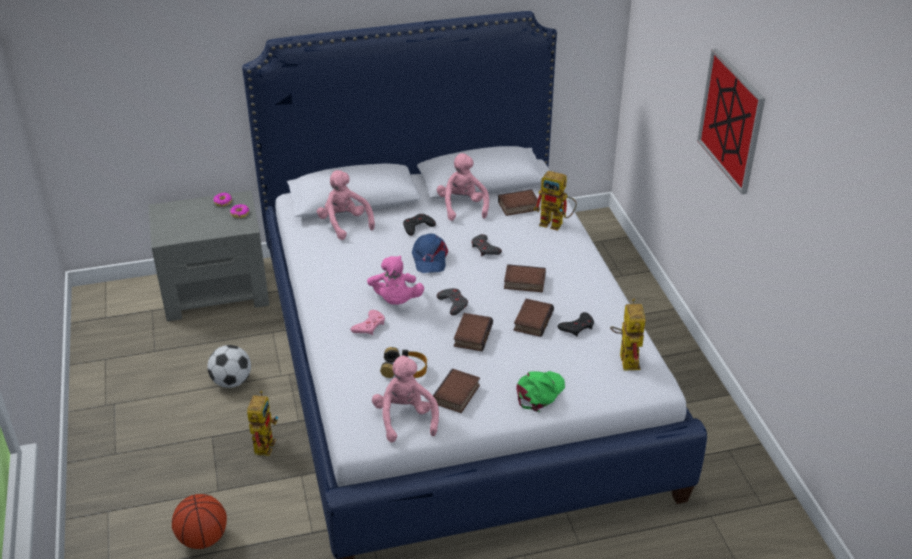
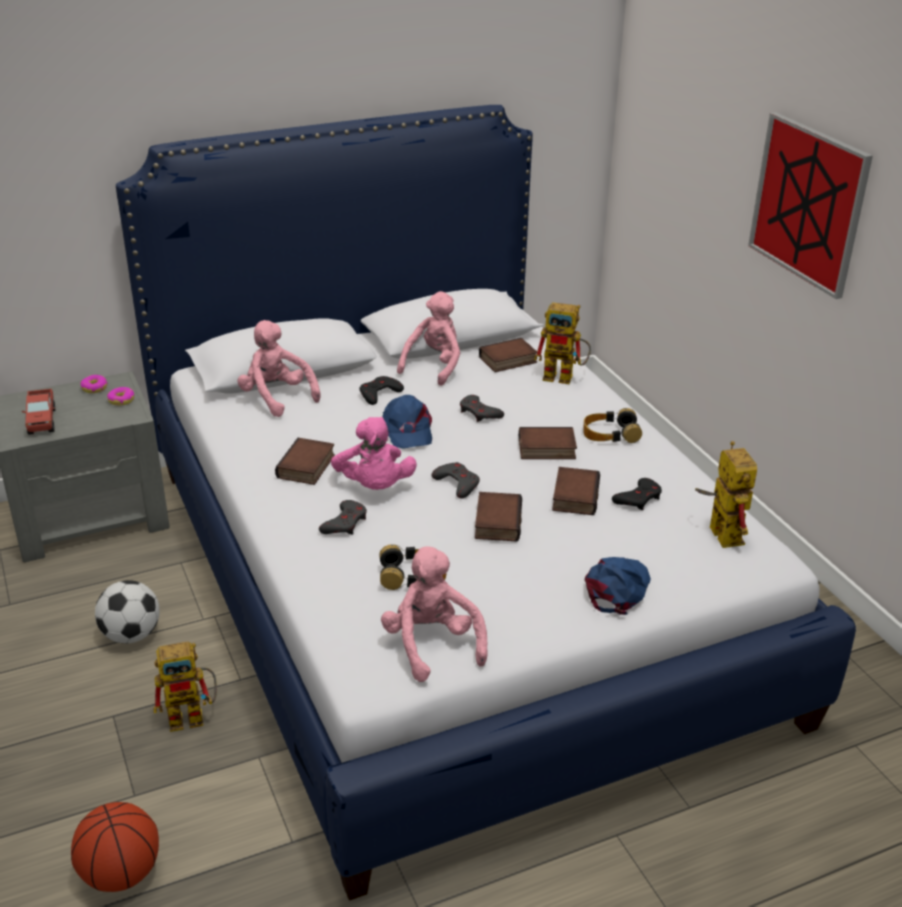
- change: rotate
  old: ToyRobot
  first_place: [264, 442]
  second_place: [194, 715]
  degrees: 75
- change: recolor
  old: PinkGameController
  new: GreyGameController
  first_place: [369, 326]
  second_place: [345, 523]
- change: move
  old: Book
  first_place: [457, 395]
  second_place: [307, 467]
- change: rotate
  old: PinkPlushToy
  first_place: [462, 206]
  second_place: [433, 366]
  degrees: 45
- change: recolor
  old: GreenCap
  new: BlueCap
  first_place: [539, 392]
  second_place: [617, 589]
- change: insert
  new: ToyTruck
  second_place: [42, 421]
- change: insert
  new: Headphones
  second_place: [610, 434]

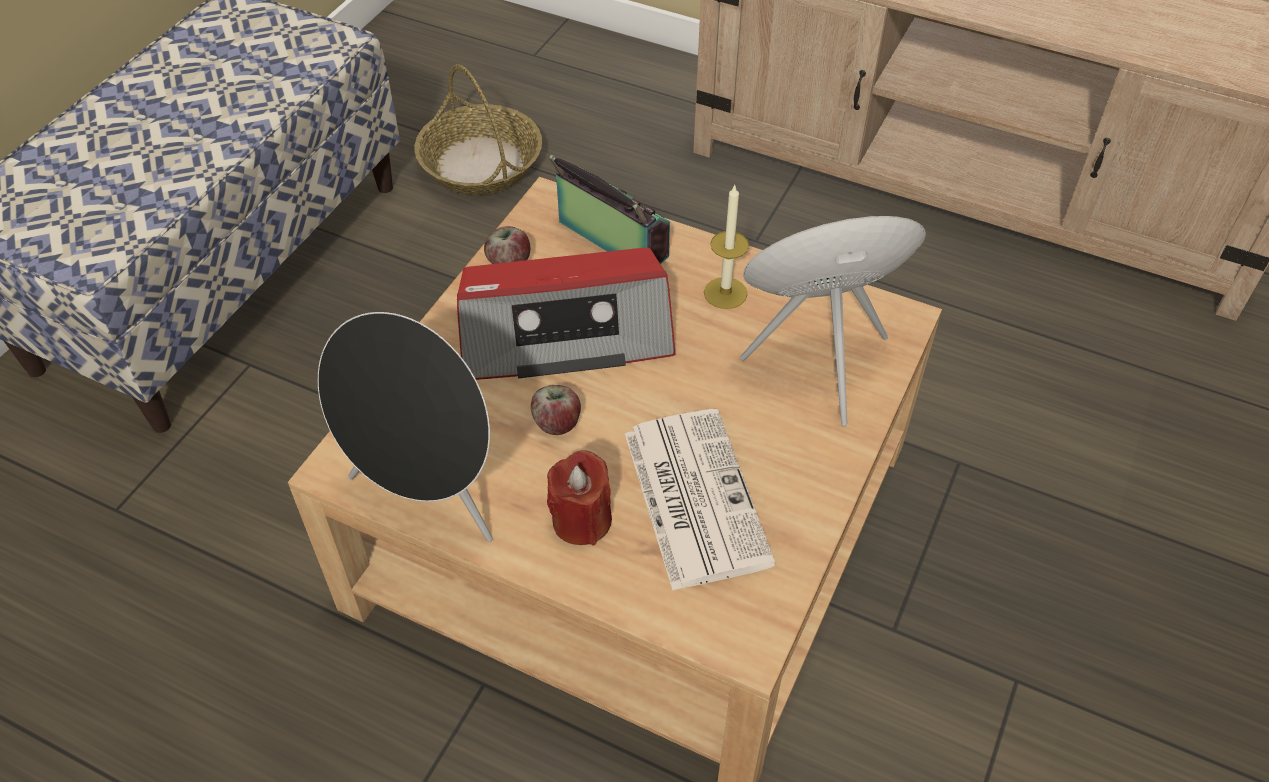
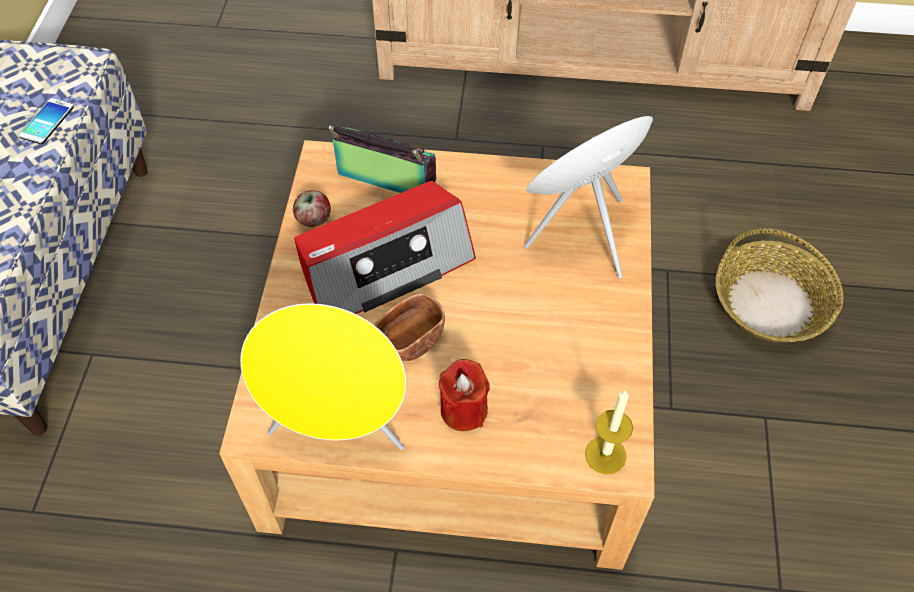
- change: recolor
  old: BlackSpeaker
  new: YellowSpeaker
  first_place: [430, 495]
  second_place: [339, 427]
- change: move
  old: Basket
  first_place: [481, 164]
  second_place: [771, 303]
- change: replace
  old: Apple
  new: BrownBowl
  first_place: [557, 423]
  second_place: [410, 339]
- change: delete
  old: Newspaper
  first_place: [693, 496]
- change: move
  old: Candle
  first_place: [725, 293]
  second_place: [605, 455]
- change: insert
  new: Phone
  second_place: [47, 122]

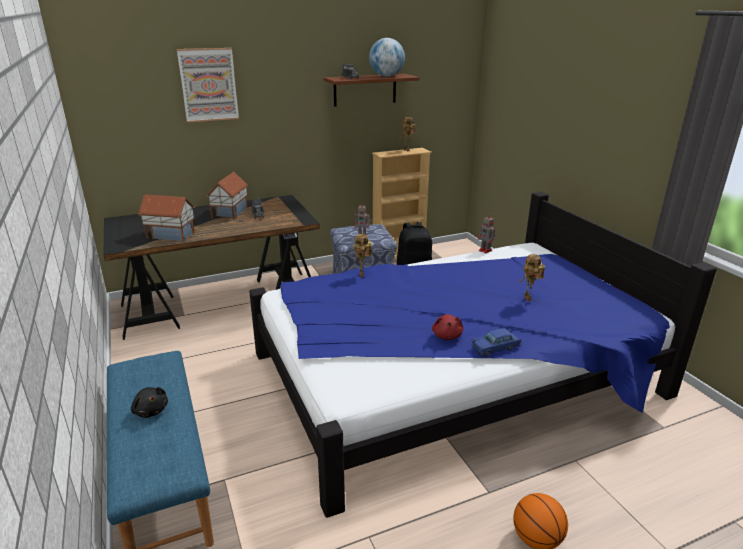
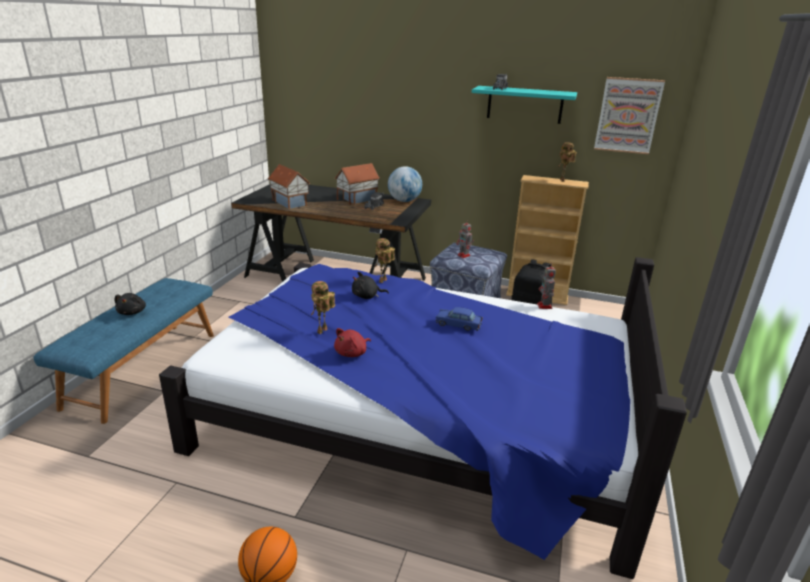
- change: move
  old: Picture
  first_place: [208, 85]
  second_place: [628, 115]
- change: recolor
  old: BrownShelf
  new: TurquoiseShelf
  first_place: [365, 90]
  second_place: [524, 104]
- change: move
  old: Globe
  first_place: [386, 76]
  second_place: [404, 201]
- change: move
  old: BlueToyCar
  first_place: [495, 348]
  second_place: [458, 324]
- change: move
  old: ToyRobot
  first_place: [528, 299]
  second_place: [323, 332]
- change: insert
  new: BlackPlushToy
  second_place: [367, 296]

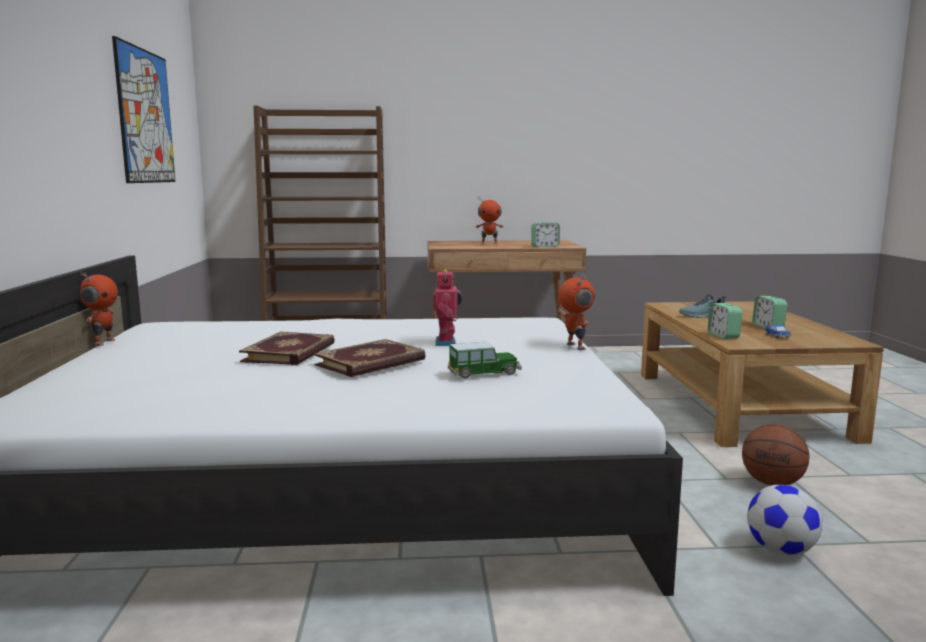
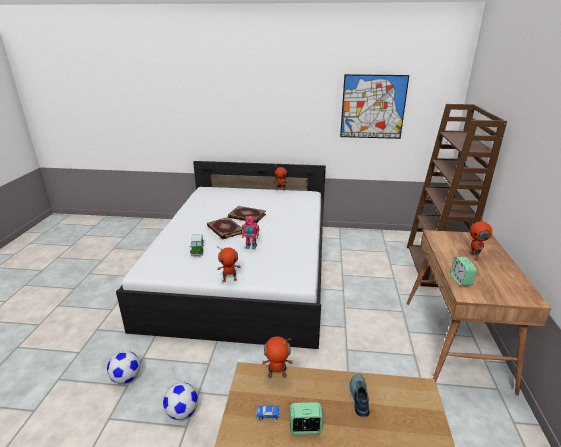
- change: replace
  old: AlarmClock
  new: ToyRobot
  first_place: [723, 335]
  second_place: [277, 376]
- change: replace
  old: Basketball
  new: Football
  first_place: [773, 483]
  second_place: [182, 412]

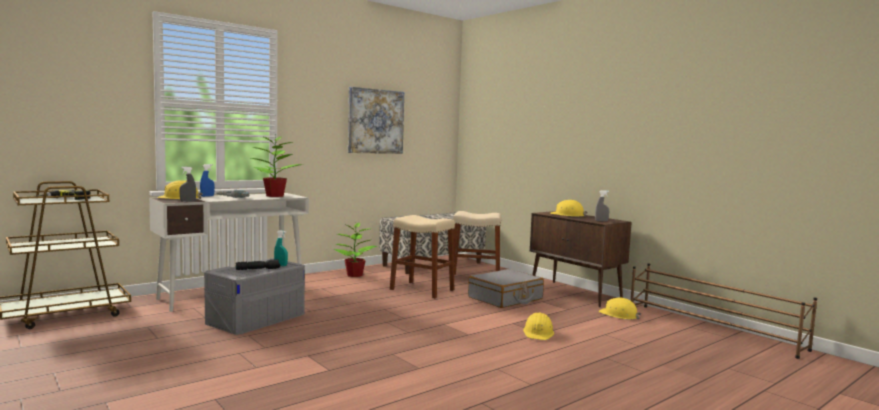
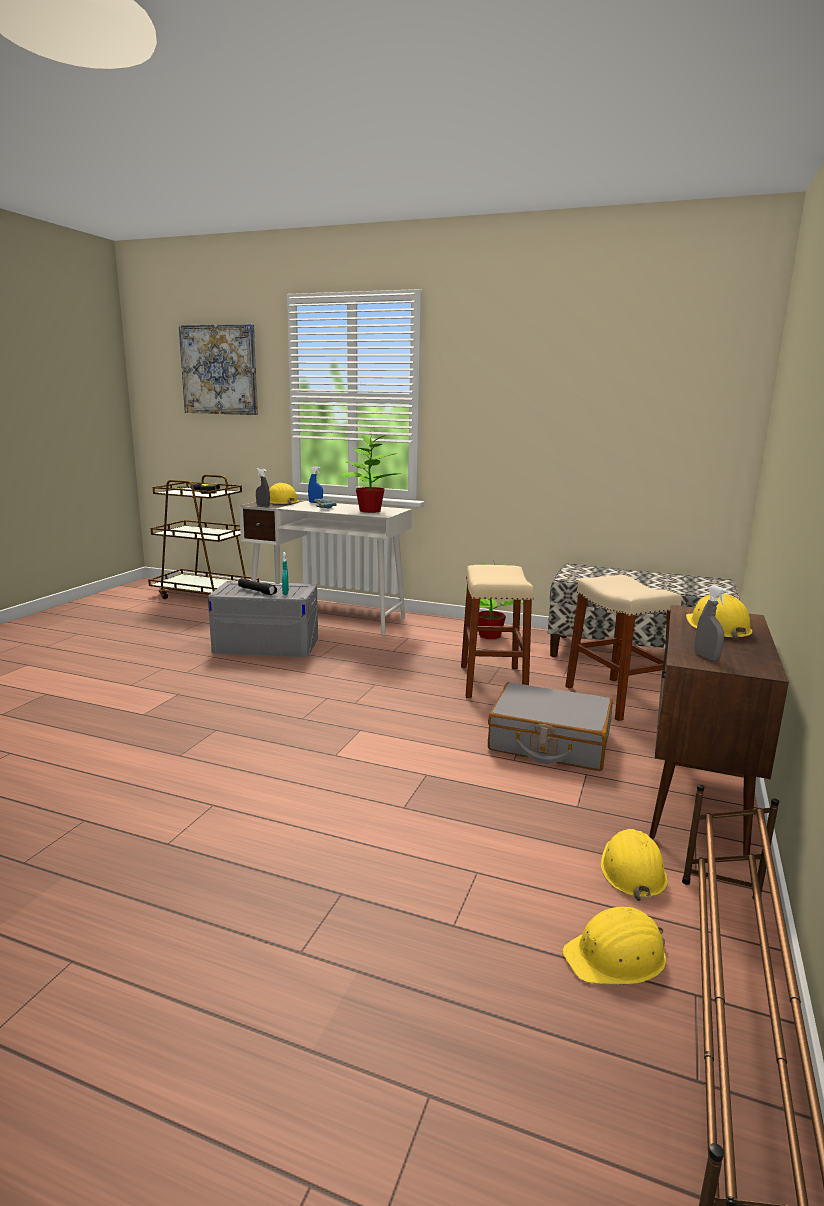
- change: move
  old: Picture
  first_place: [375, 121]
  second_place: [219, 370]
- change: move
  old: YellowHardHat
  first_place: [538, 333]
  second_place: [616, 957]

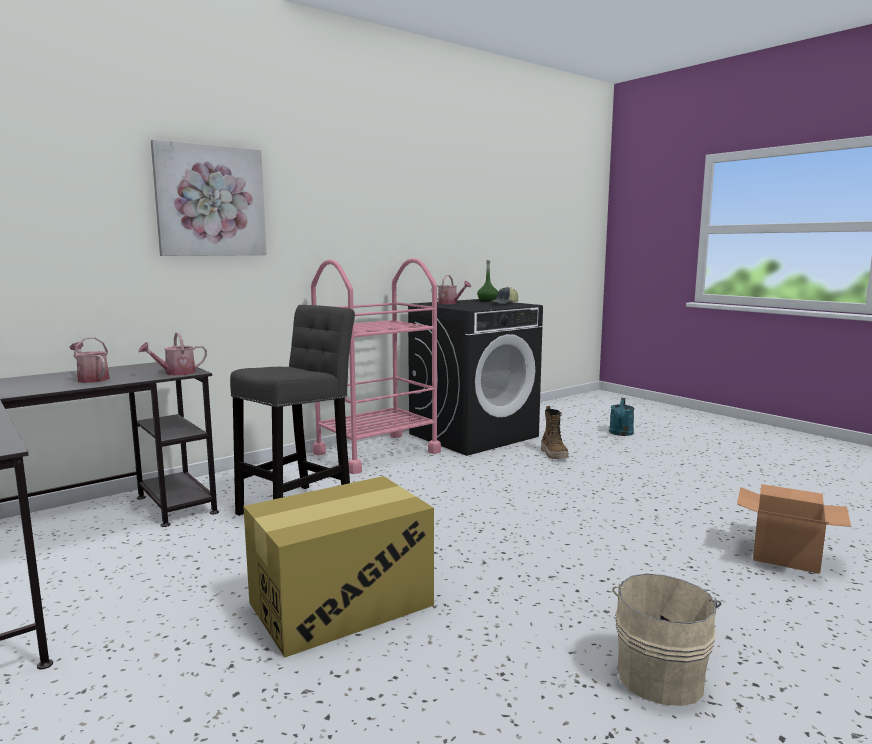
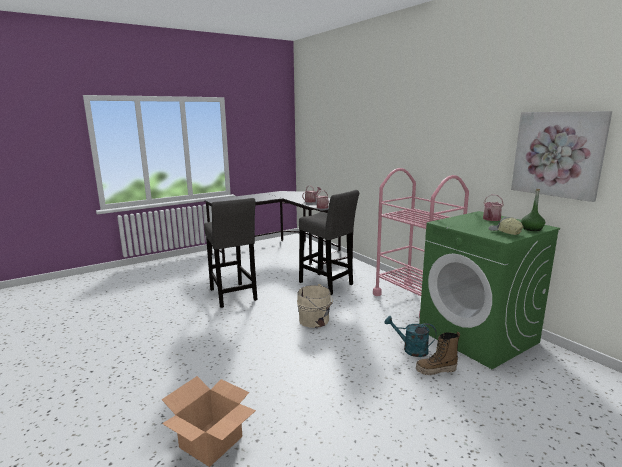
- change: move
  old: Picture
  first_place: [210, 201]
  second_place: [558, 154]
- change: replace
  old: CardboardBox
  new: GreyStool
  first_place: [341, 604]
  second_place: [233, 296]
- change: recolor
  old: BlackWashingMachine
  new: GreenWashingMachine
  first_place: [473, 435]
  second_place: [478, 336]
- change: move
  old: TurquoiseWateringCan
  first_place: [621, 433]
  second_place: [411, 349]
- change: move
  old: BeigeBucket
  first_place: [660, 674]
  second_place: [315, 320]

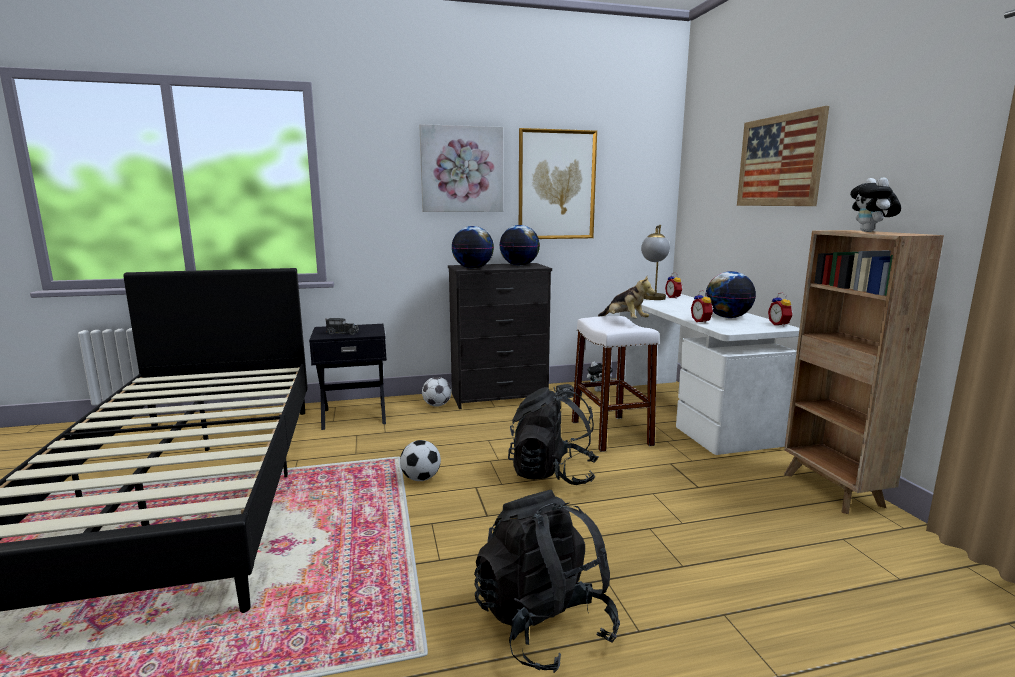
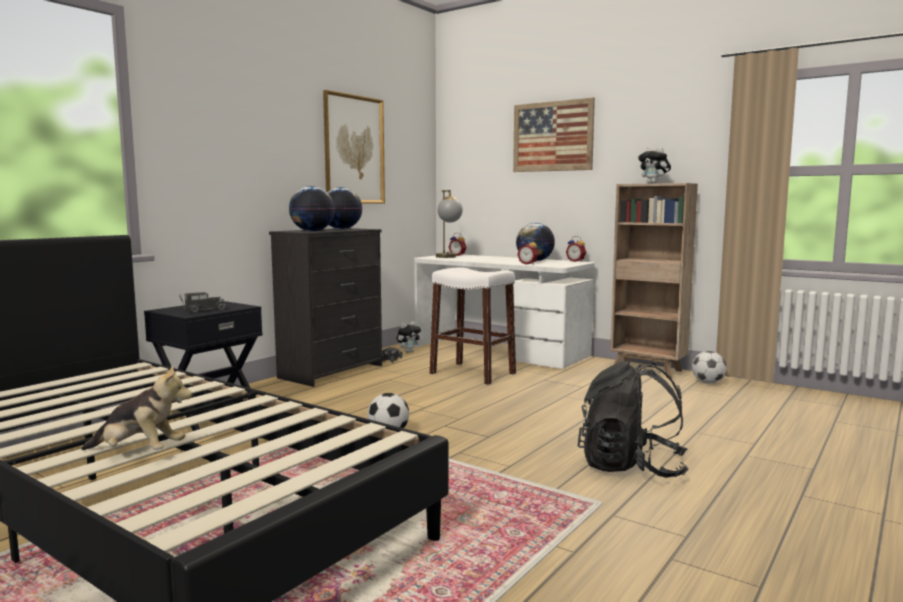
- change: delete
  old: Picture
  first_place: [462, 169]
- change: move
  old: Football
  first_place: [437, 405]
  second_place: [708, 382]
- change: delete
  old: BlackBackpack
  first_place: [552, 474]
- change: move
  old: PlushToy
  first_place: [625, 321]
  second_place: [139, 452]

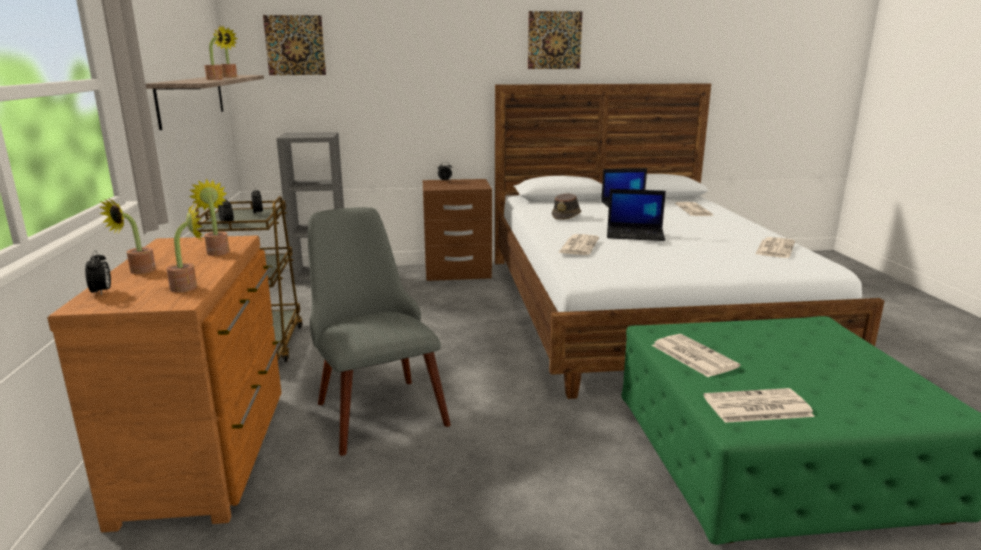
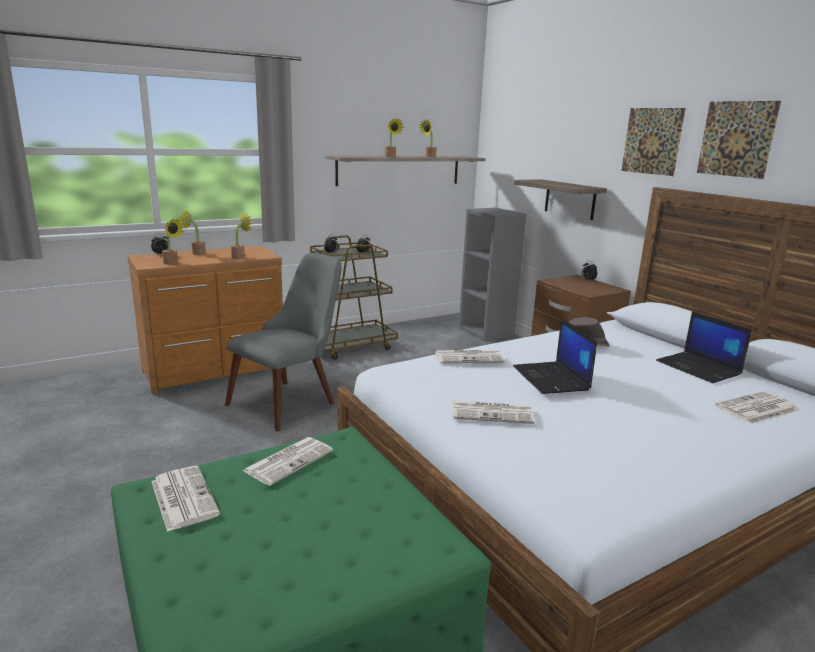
- change: move
  old: Picture
  first_place: [295, 45]
  second_place: [652, 141]
- change: move
  old: Newspaper
  first_place: [774, 248]
  second_place: [493, 413]
- change: insert
  new: Shelf
  second_place: [570, 199]

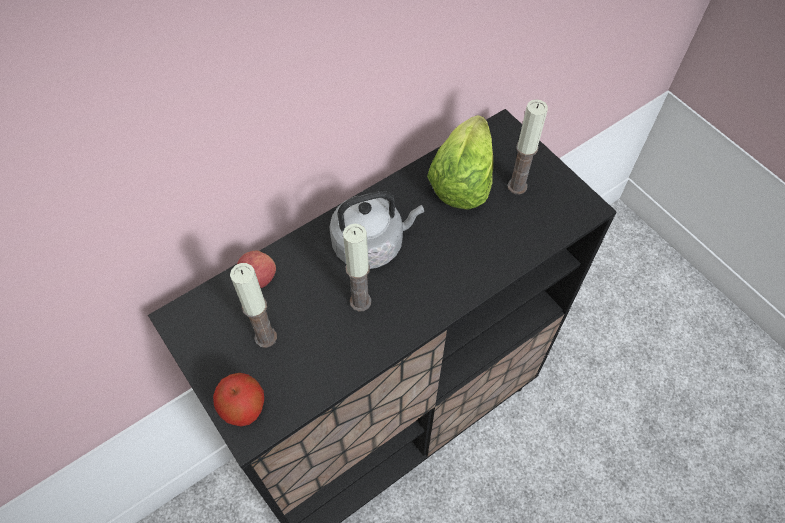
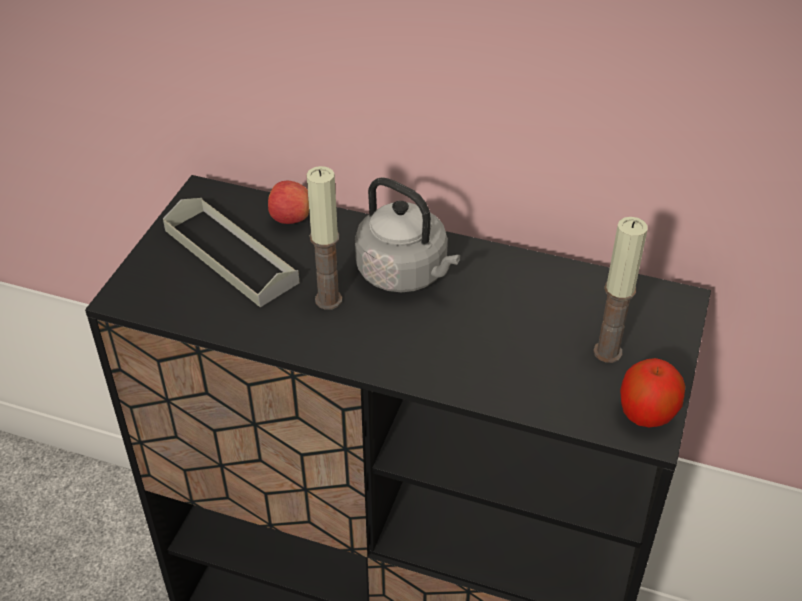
- change: move
  old: Apple
  first_place: [244, 408]
  second_place: [646, 414]
- change: replace
  old: Candle
  new: GreyTray
  first_place: [265, 337]
  second_place: [230, 256]
- change: delete
  old: Lettuce
  first_place: [462, 181]

